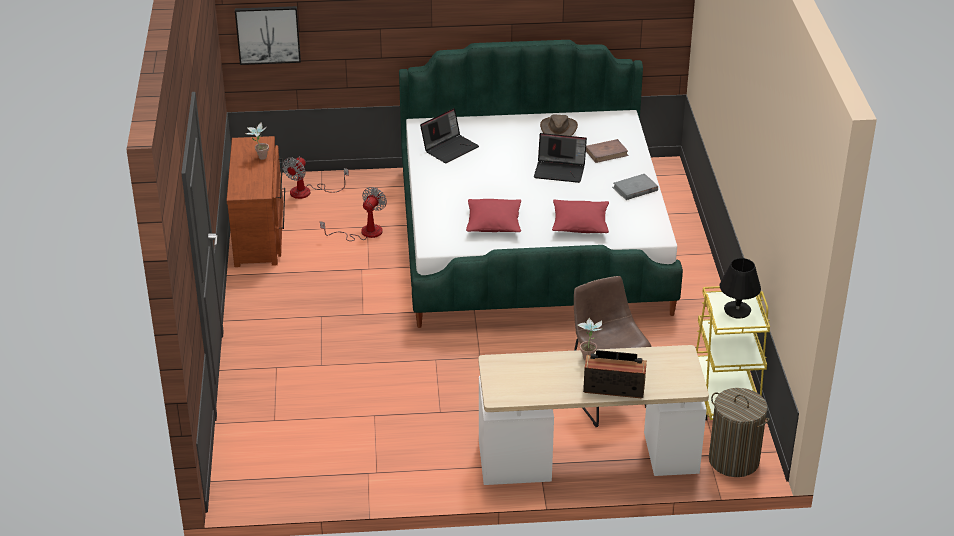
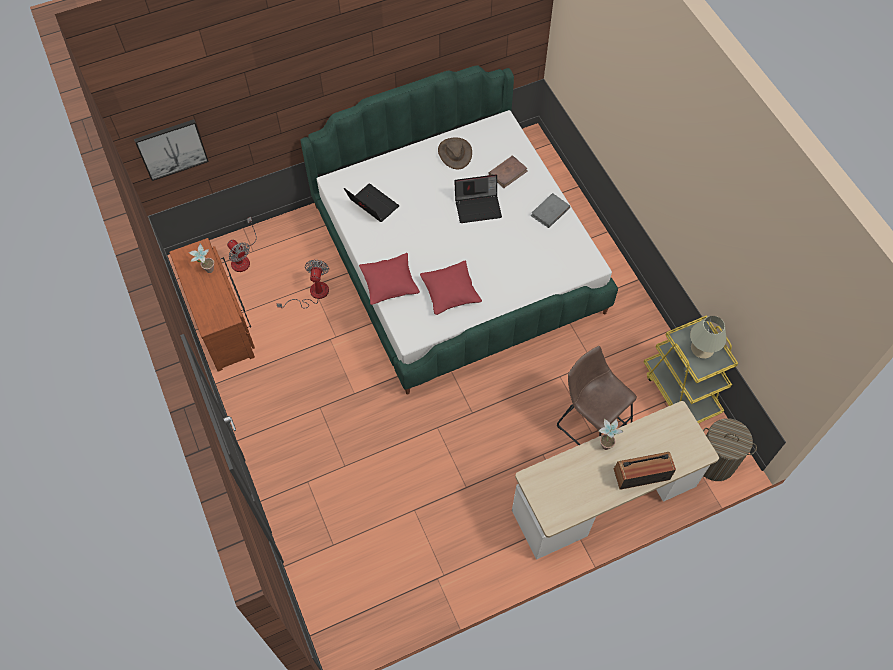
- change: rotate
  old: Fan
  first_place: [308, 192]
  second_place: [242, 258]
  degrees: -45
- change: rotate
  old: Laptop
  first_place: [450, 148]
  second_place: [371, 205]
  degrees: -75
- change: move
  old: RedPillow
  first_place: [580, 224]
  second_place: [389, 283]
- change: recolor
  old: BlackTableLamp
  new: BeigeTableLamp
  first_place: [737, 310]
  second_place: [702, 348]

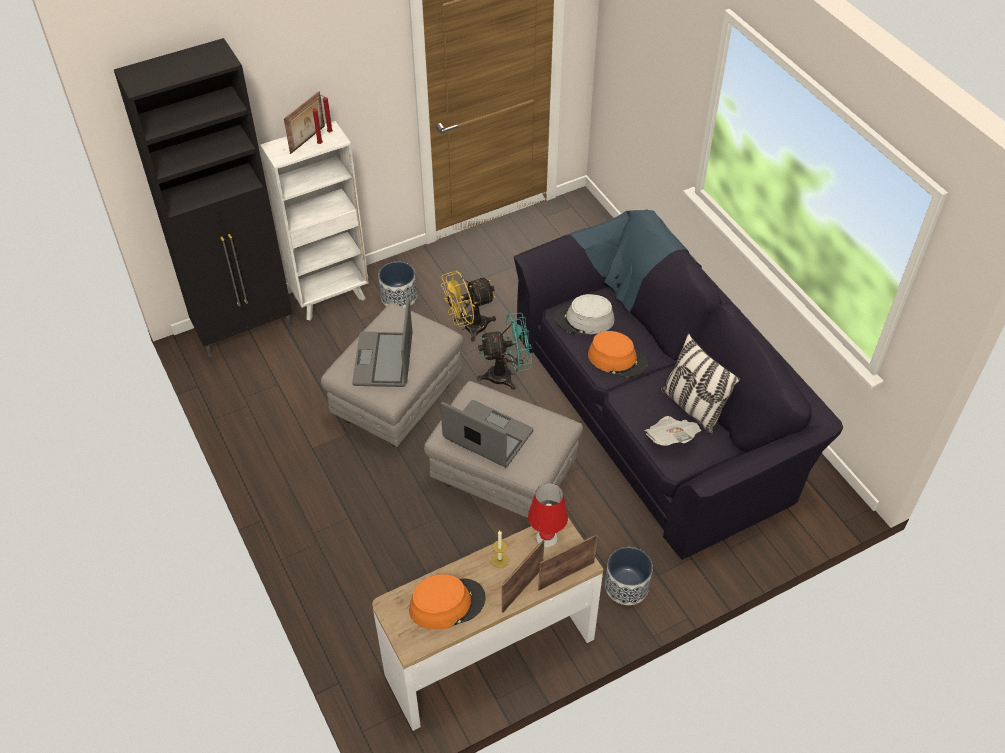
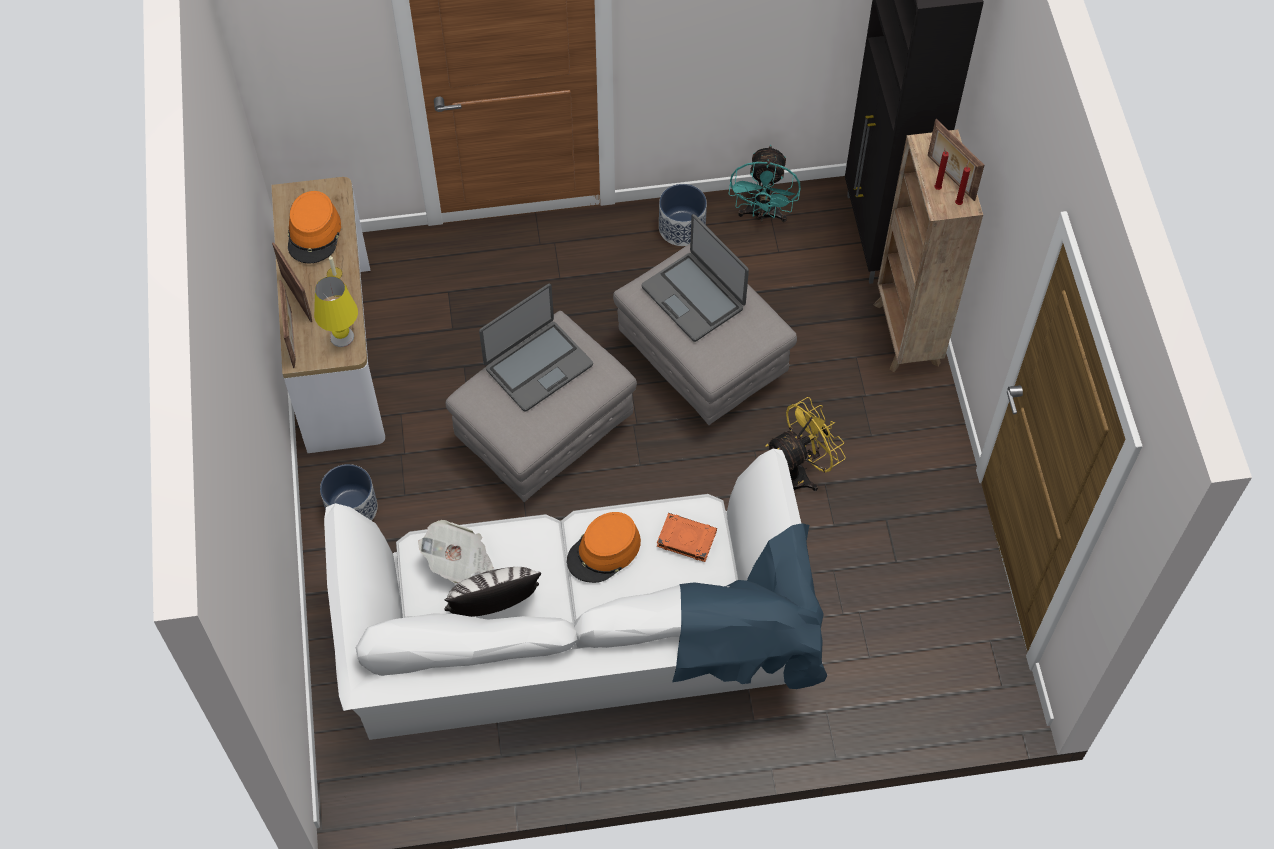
- change: recolor
  old: WhiteBookcase
  new: BrownBookcase
  first_place: [331, 297]
  second_place: [906, 335]
- change: rotate
  old: Laptop
  first_place: [384, 360]
  second_place: [694, 297]
  degrees: -150
- change: move
  old: Planter
  first_place: [399, 297]
  second_place: [682, 228]
- change: rotate
  old: YellowFan
  first_place: [469, 328]
  second_place: [798, 473]
  degrees: 60
- change: move
  old: TurquoiseFan
  first_place: [506, 375]
  second_place: [762, 215]
- change: recolor
  old: BlackSofa
  new: WhiteSofa
  first_place: [657, 408]
  second_place: [577, 643]
- change: recolor
  old: RedTableLamp
  new: YellowTableLamp
  first_place: [546, 538]
  second_place: [341, 337]
- change: replace
  old: GreyHat
  new: OrangeBook
  first_place: [584, 320]
  second_place: [686, 539]

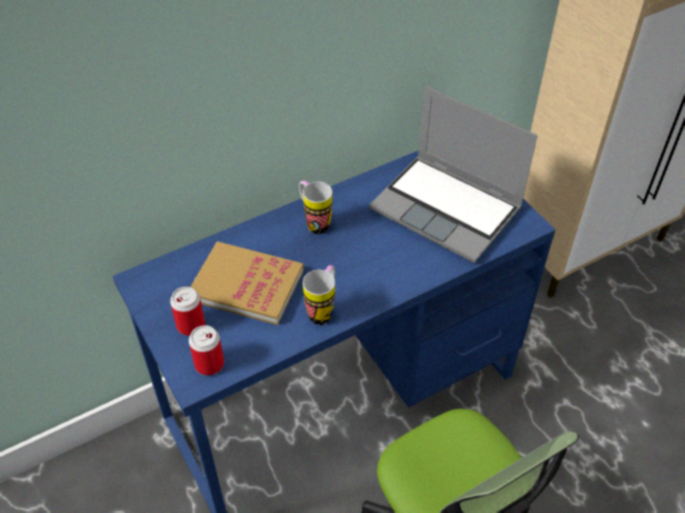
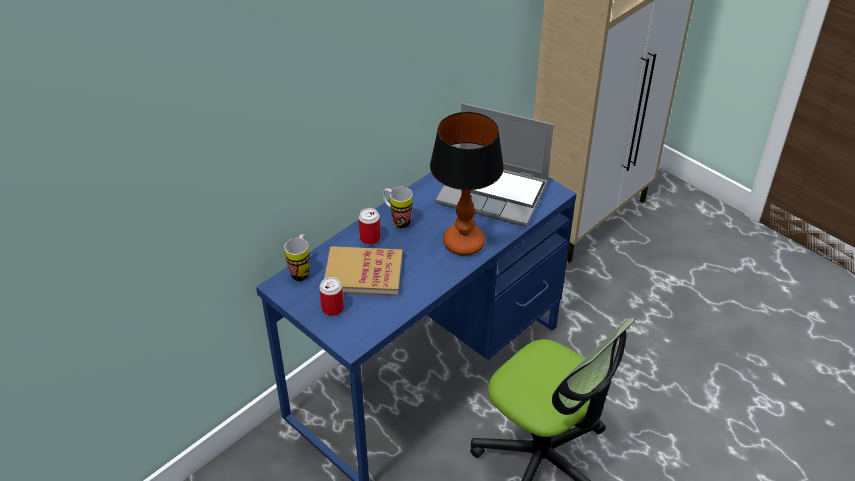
- change: move
  old: Can
  first_place: [209, 364]
  second_place: [370, 238]
- change: move
  old: Mug
  first_place: [323, 310]
  second_place: [301, 271]
- change: insert
  new: TableLamp
  second_place: [463, 243]

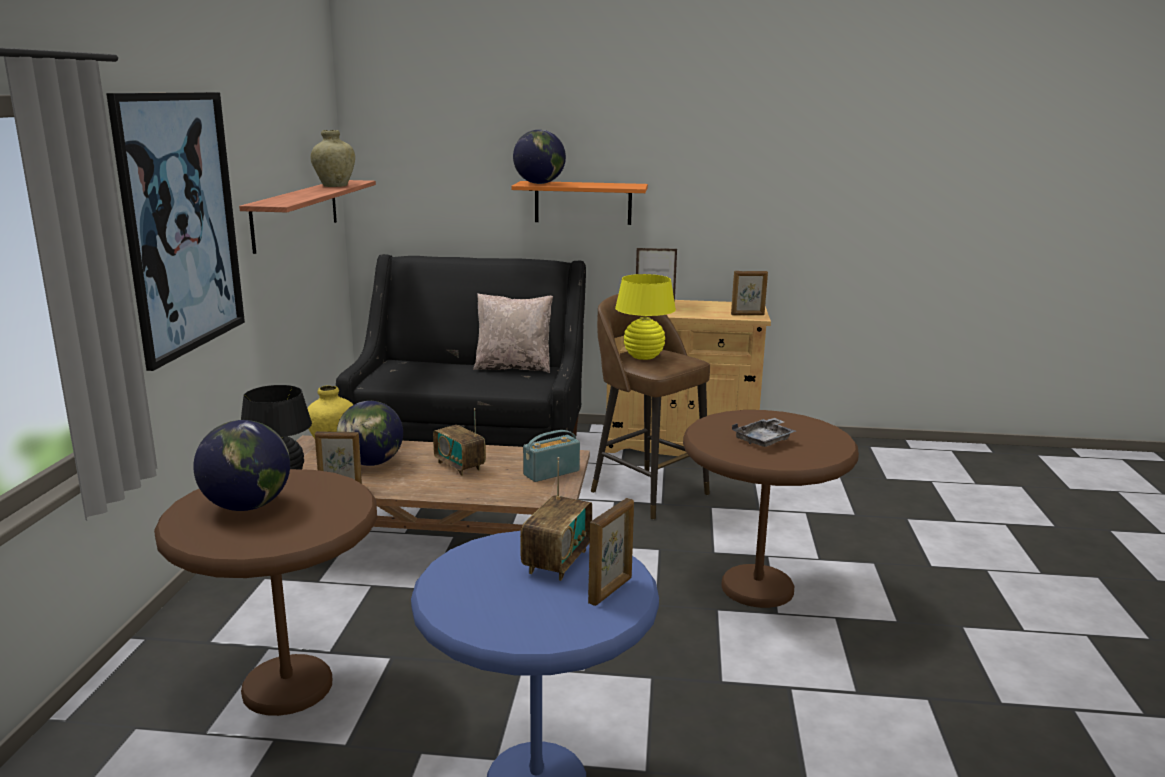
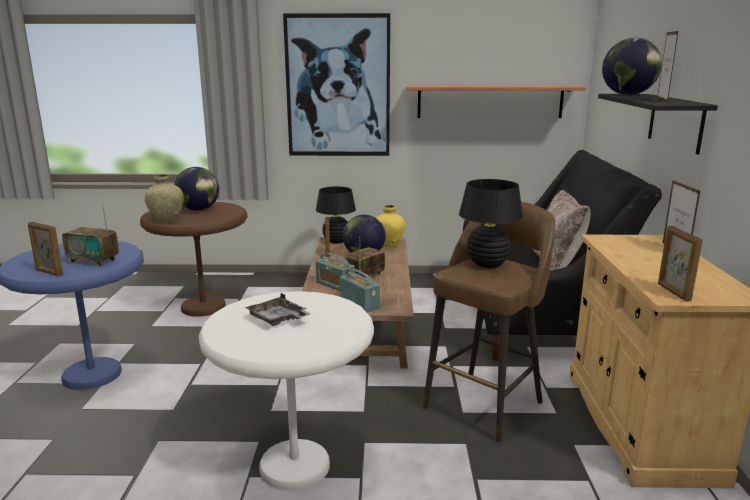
- change: move
  old: BeigeVase
  first_place: [335, 185]
  second_place: [167, 221]
- change: recolor
  old: OrangeShelf
  new: BlackShelf
  first_place: [583, 202]
  second_place: [675, 122]
- change: recolor
  old: YellowTableLamp
  new: BlackTableLamp
  first_place: [643, 356]
  second_place: [487, 264]
- change: recolor
  old: BrownSideTable
  new: WhiteSideTable
  first_place: [757, 588]
  second_place: [294, 466]
- change: insert
  new: Radio
  second_place: [335, 285]
- change: insert
  new: PictureFrame
  second_place: [662, 100]

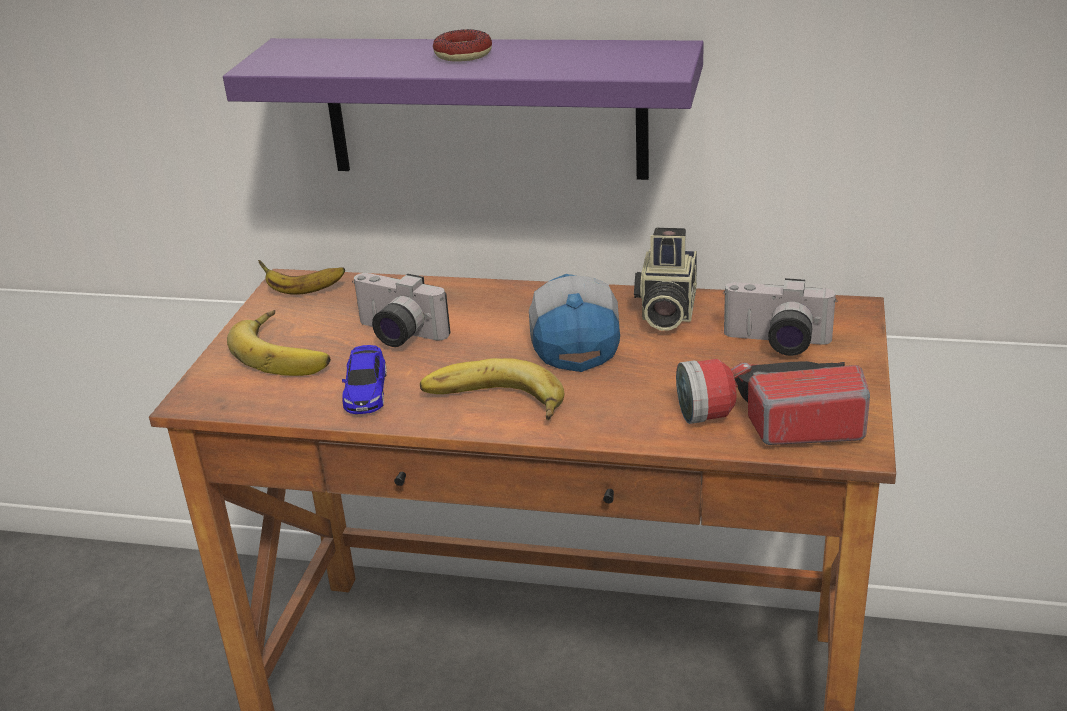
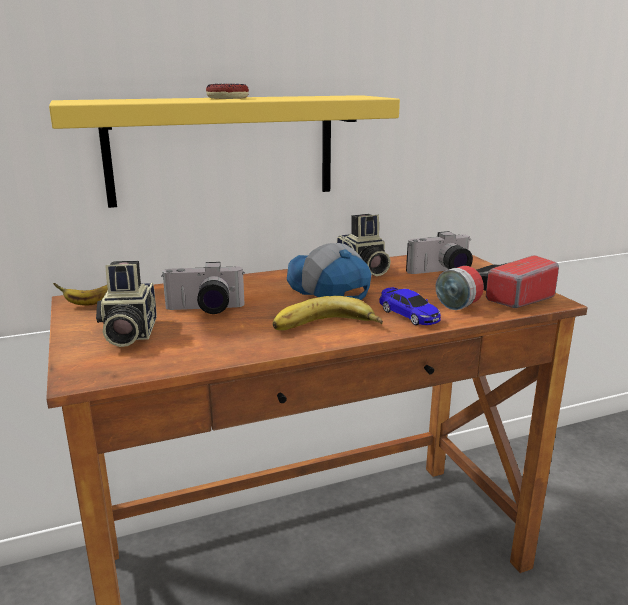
- change: recolor
  old: PurpleShelf
  new: YellowShelf
  first_place: [484, 108]
  second_place: [222, 149]
- change: replace
  old: Banana
  new: PhotoCamera
  first_place: [287, 351]
  second_place: [128, 334]
- change: move
  old: ToyCar
  first_place: [366, 390]
  second_place: [409, 315]

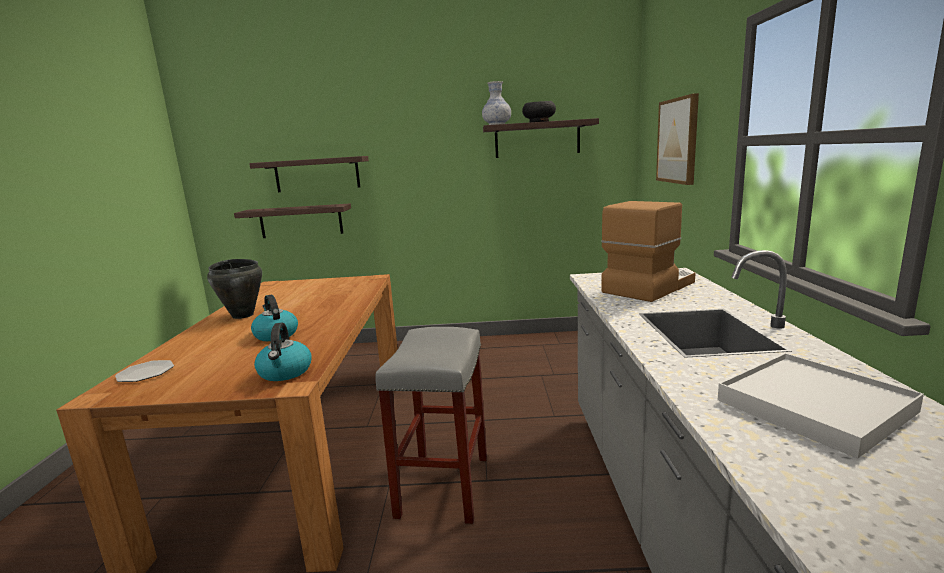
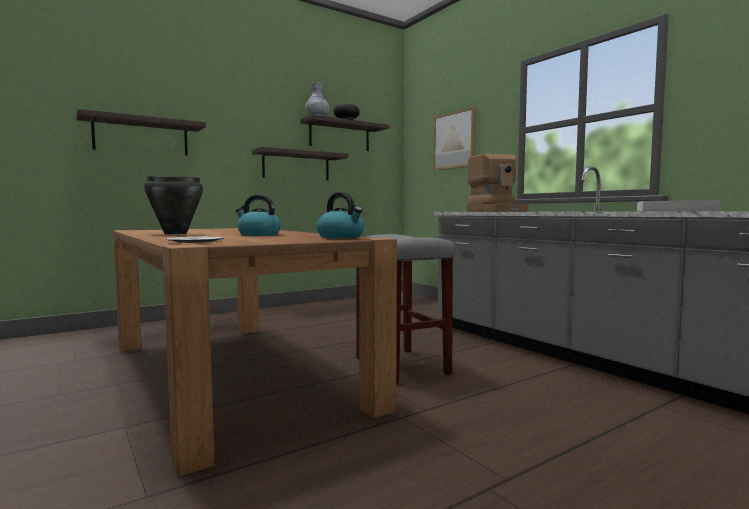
- change: move
  old: Shelf
  first_place: [301, 221]
  second_place: [296, 166]
- change: rotate
  old: CoffeeMachine
  first_place: [648, 286]
  second_place: [497, 211]
  degrees: 150

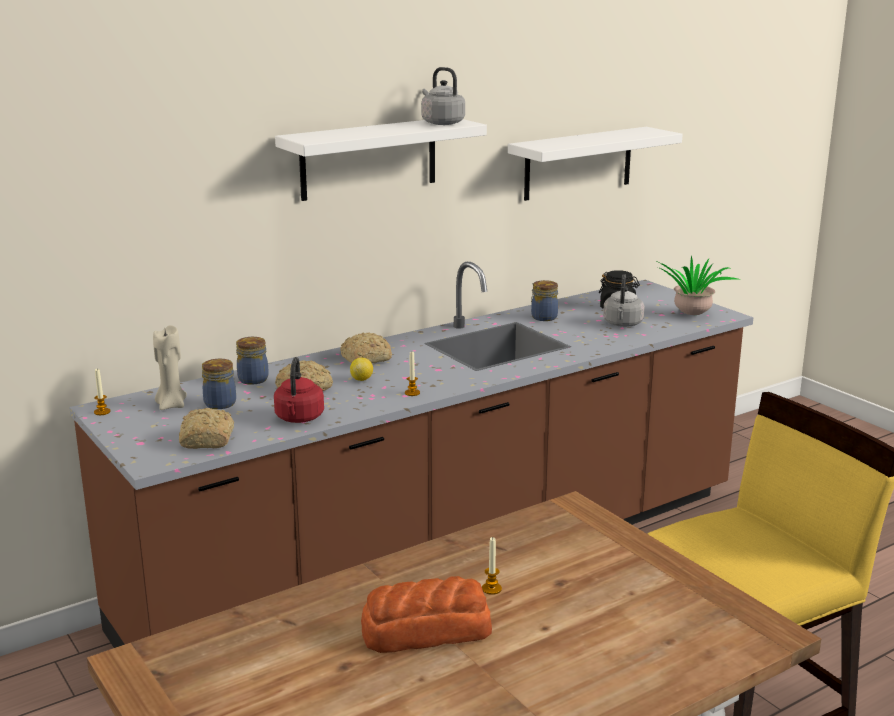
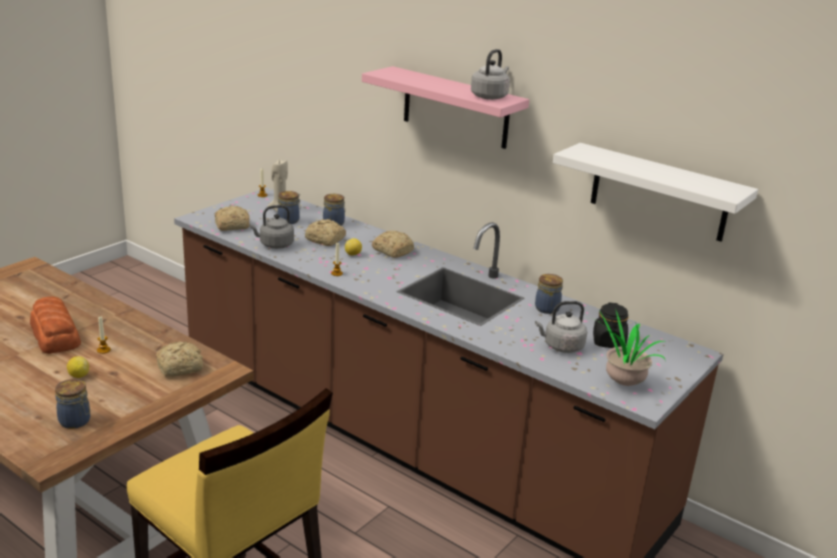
- change: recolor
  old: RedKettle
  new: GreyKettle
  first_place: [299, 418]
  second_place: [274, 245]
- change: recolor
  old: WhiteShelf
  new: PinkShelf
  first_place: [369, 158]
  second_place: [455, 108]
- change: insert
  new: Jar
  second_place: [76, 421]
- change: insert
  new: Lemon
  second_place: [79, 375]
- change: insert
  new: Bread
  second_place: [181, 367]

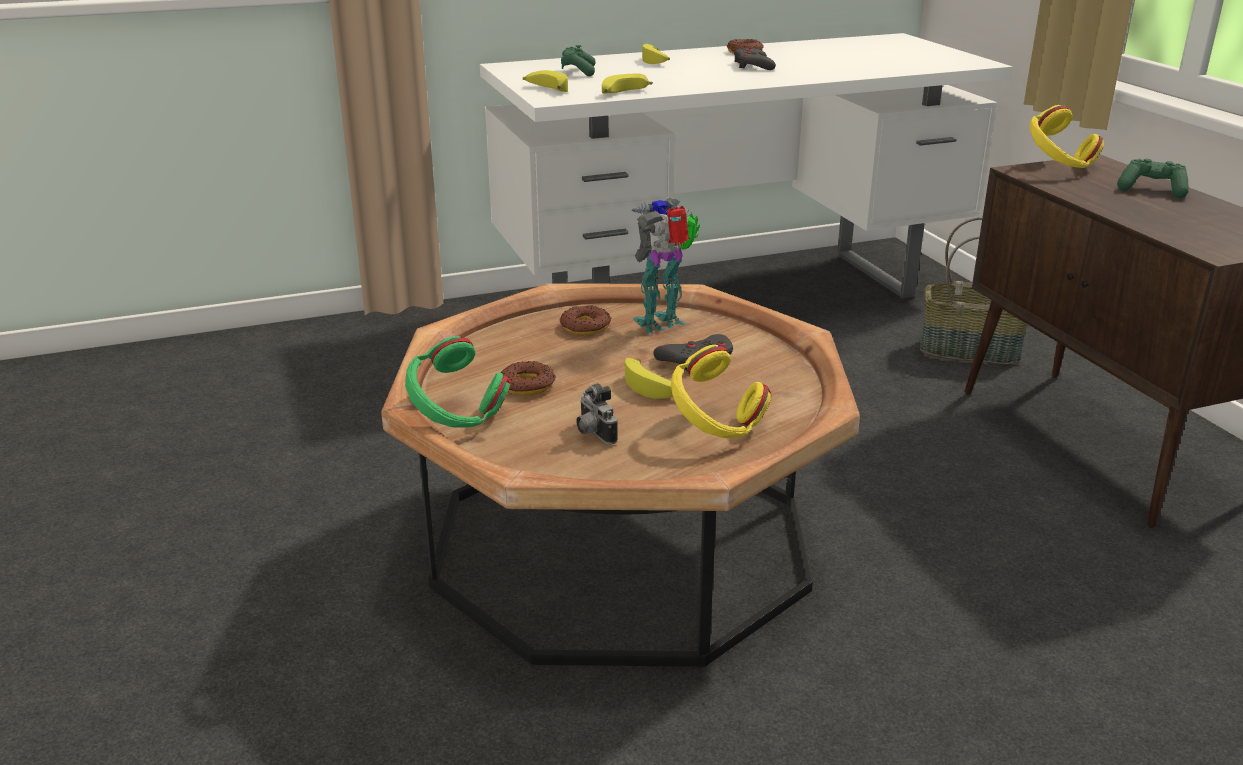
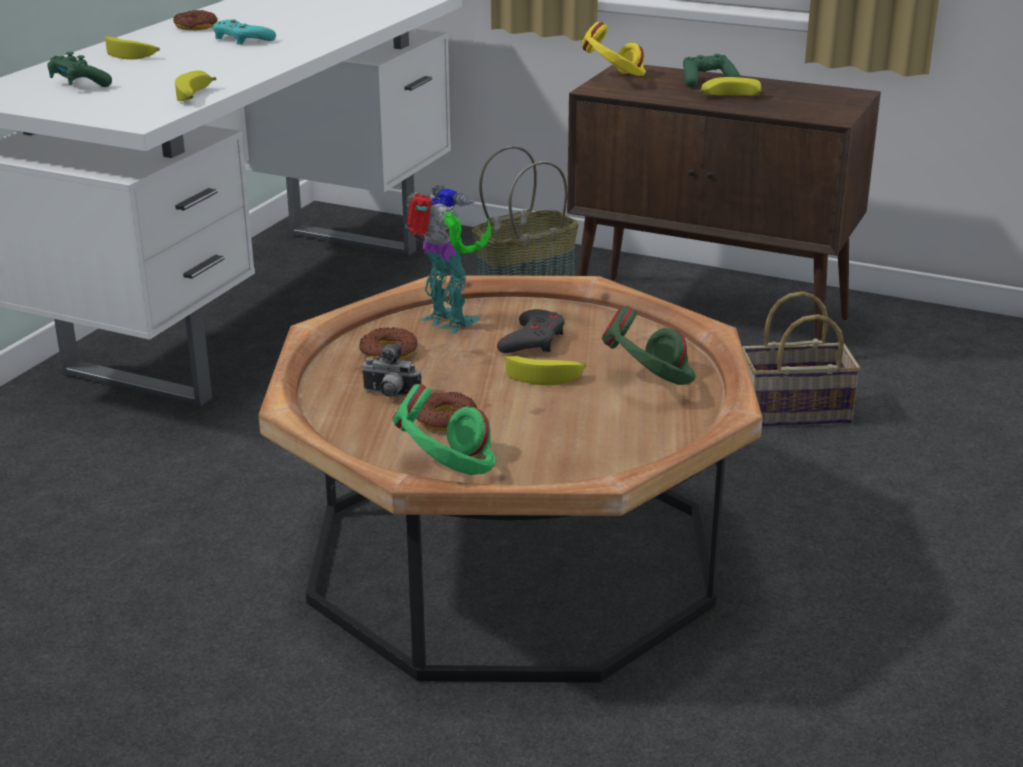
- change: move
  old: Banana
  first_place: [546, 89]
  second_place: [729, 97]
- change: move
  old: PhotoCamera
  first_place: [593, 433]
  second_place: [390, 395]
- change: rotate
  old: ToyRobot
  first_place: [663, 324]
  second_place: [448, 323]
  degrees: 120
- change: recolor
  old: YellowHeadphones
  new: GreenHeadphones
  first_place: [715, 428]
  second_place: [650, 384]
- change: recolor
  old: GreyGameController
  new: TurquoiseGameController
  first_place: [753, 65]
  second_place: [242, 39]
- change: insert
  new: Basket
  second_place: [792, 413]

